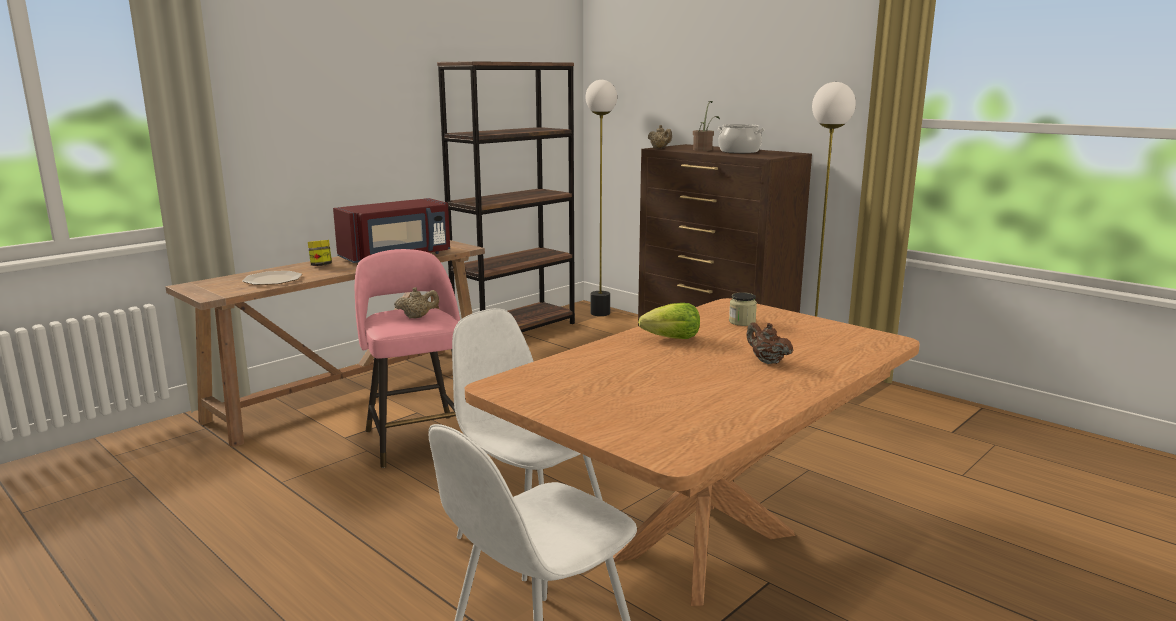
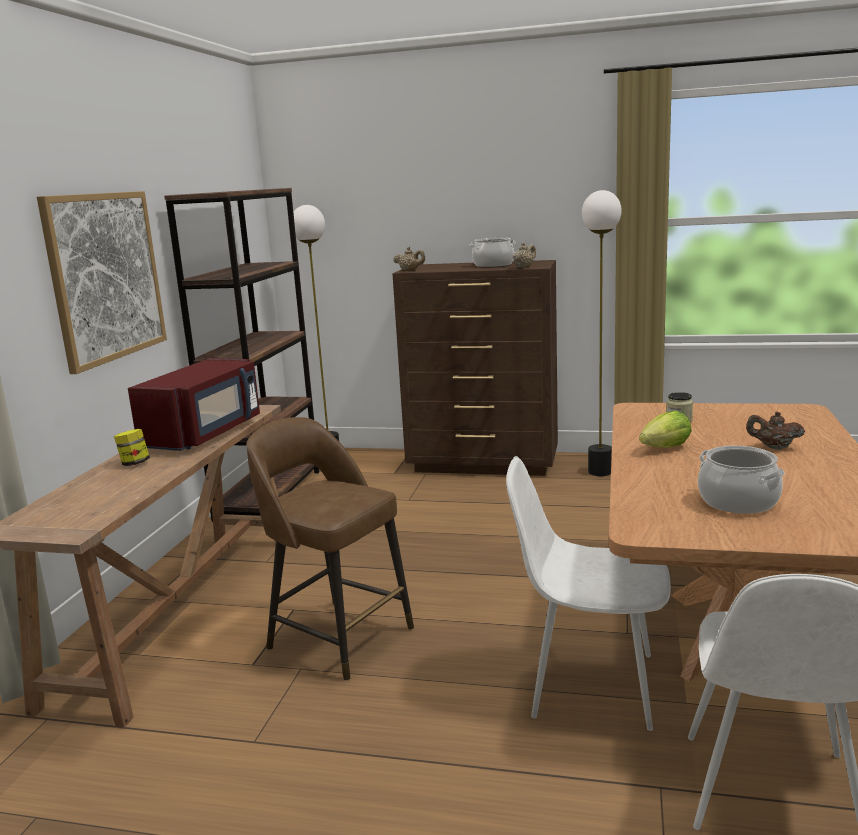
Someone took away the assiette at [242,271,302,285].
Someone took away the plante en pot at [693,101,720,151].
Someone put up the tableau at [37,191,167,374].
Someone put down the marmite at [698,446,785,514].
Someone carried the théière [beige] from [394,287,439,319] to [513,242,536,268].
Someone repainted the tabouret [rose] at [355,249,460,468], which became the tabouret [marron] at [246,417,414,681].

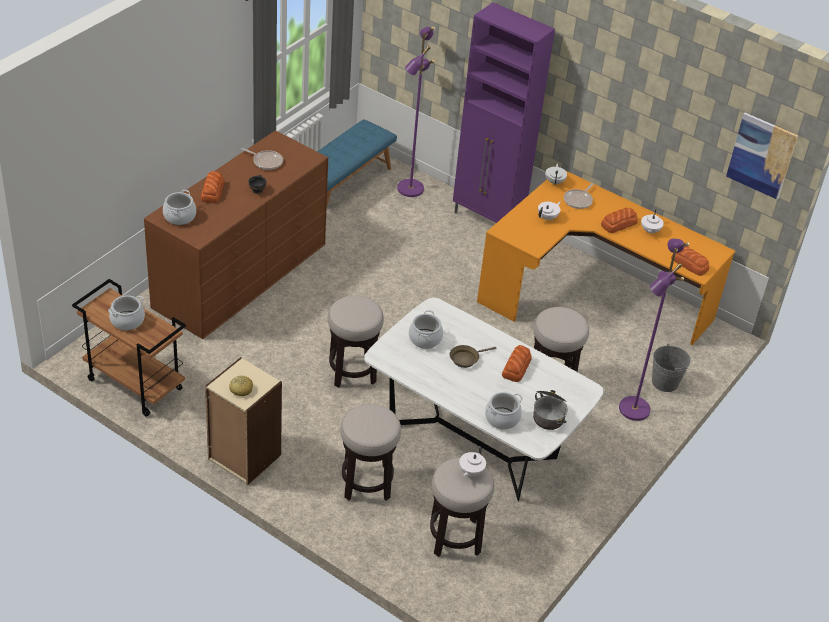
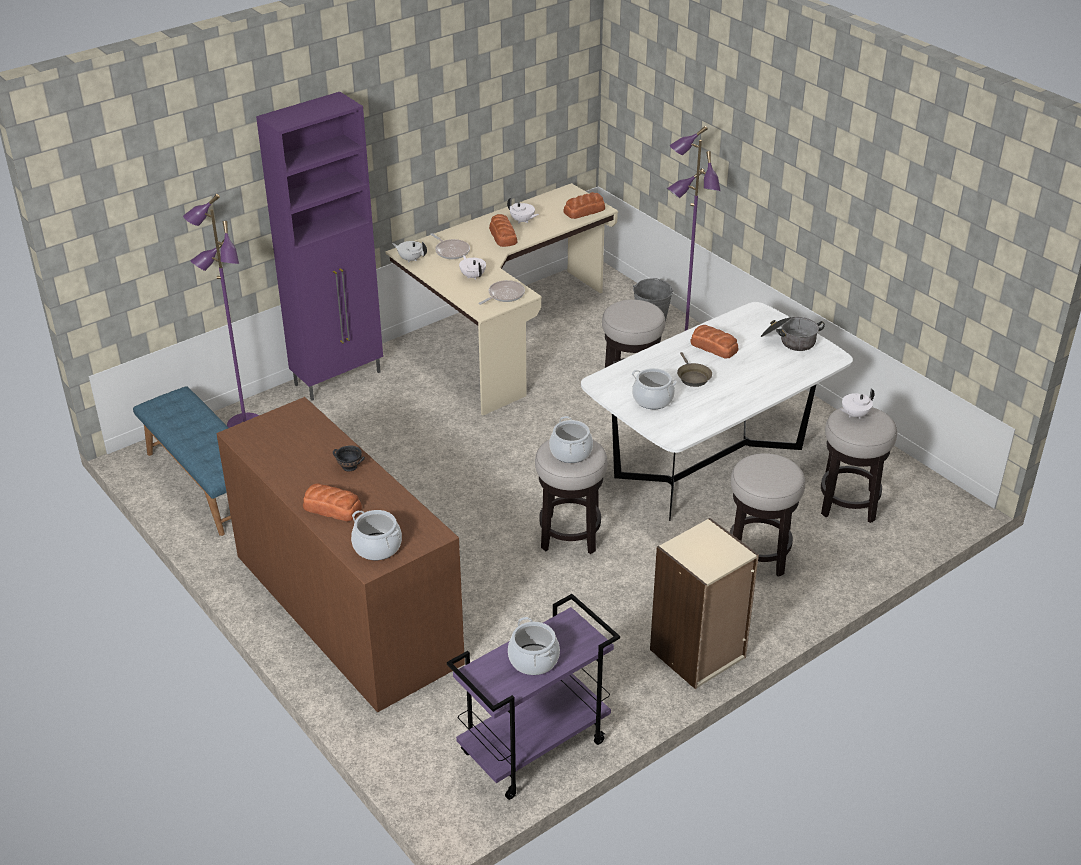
Someone took away the pain at [229,376,253,396].
Someone took away the tableau at [726,113,798,200].
Someone carried the poêle from [242,148,283,170] to [478,280,525,305].
Someone carried the marmite from [485,392,523,430] to [549,416,593,463].
Someone repainted the chariot [marron] at [72,279,186,417], which became the chariot [violet] at [447,594,620,800].
Someone repainted the bureau [orange] at [477,170,736,345], which became the bureau [beige] at [386,183,618,416].
Someone rotated the théière [blanc] at [459,446,486,476] by 105 degrees clockwise.

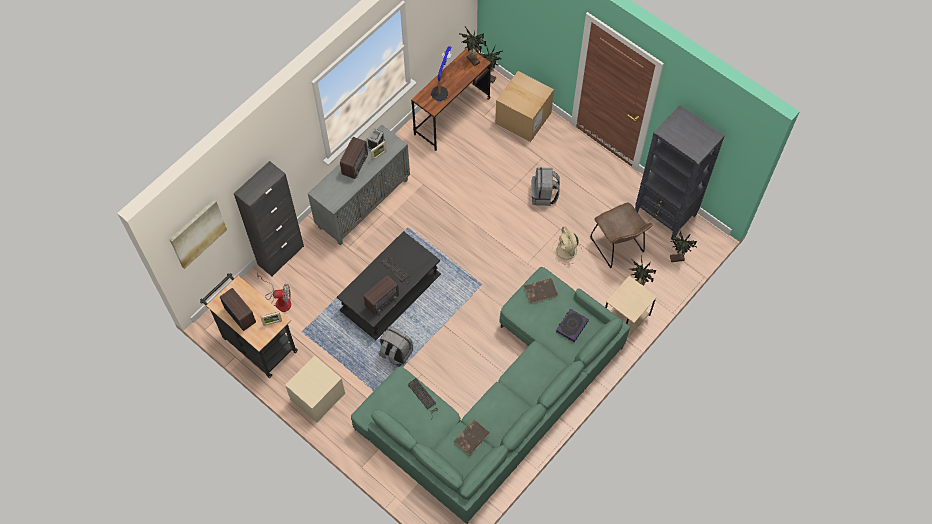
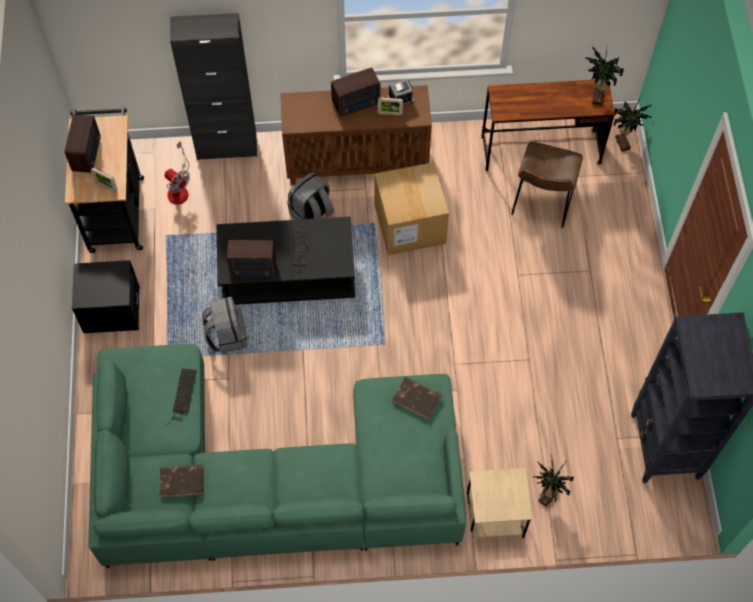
Someone took away the tableau at [169,200,227,269].
Someone took away the lampe de table at [431,46,452,101].
Someone took away the ventilateur [beige] at [552,227,583,265].
Someone took away the livre at [556,309,589,342].
Someone took away the plante en pot at [670,231,697,262].
Someone carried the carton from [495,71,554,142] to [375,162,449,255].
Someone carried the sac à dos [gris] from [532,168,560,206] to [287,172,334,220].
Someone carried the chaise [marron] from [590,202,653,268] to [511,142,583,228].
Someone repainted the table de chevet [beige] at [285,355,345,423], which became the table de chevet [noir] at [72,260,140,334].
Someone repainted the meuble de rangement [gris] at [308,125,410,245], which became the meuble de rangement [marron] at [280,85,432,185].

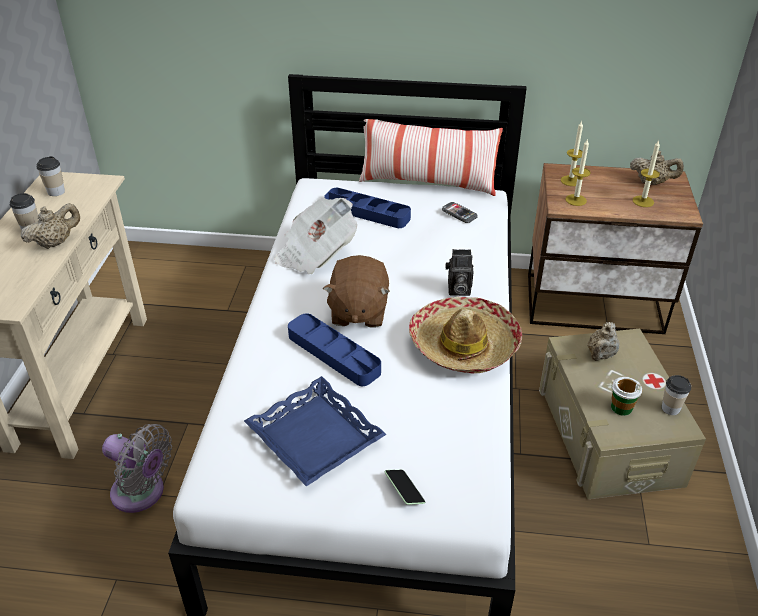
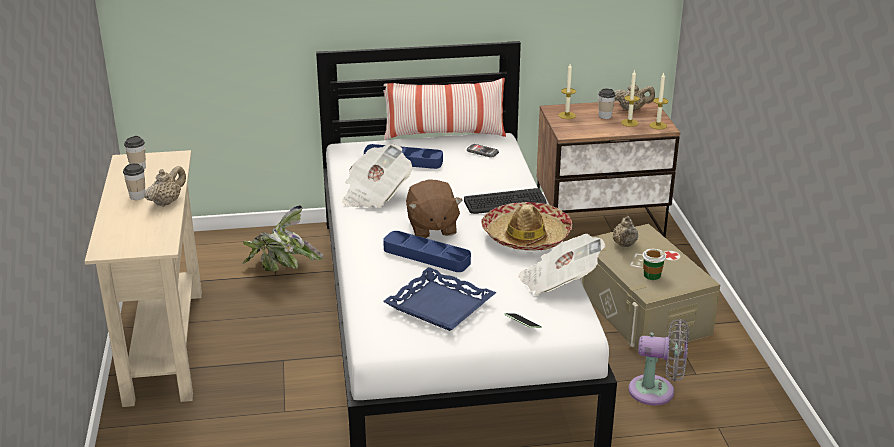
Someone put down the plante en pot at [242,205,323,272].
Someone put down the journal at [518,234,605,295].
Someone carried the ventilateur [gris] from [102,424,172,513] to [628,319,689,405].
Someone carried the bougie from [565,138,591,206] to [649,73,668,130].
Someone carried the tasse from [662,375,691,415] to [598,89,615,119].
Someone swapped the appareil photo at [445,249,474,296] for the clavier at [464,188,547,214].

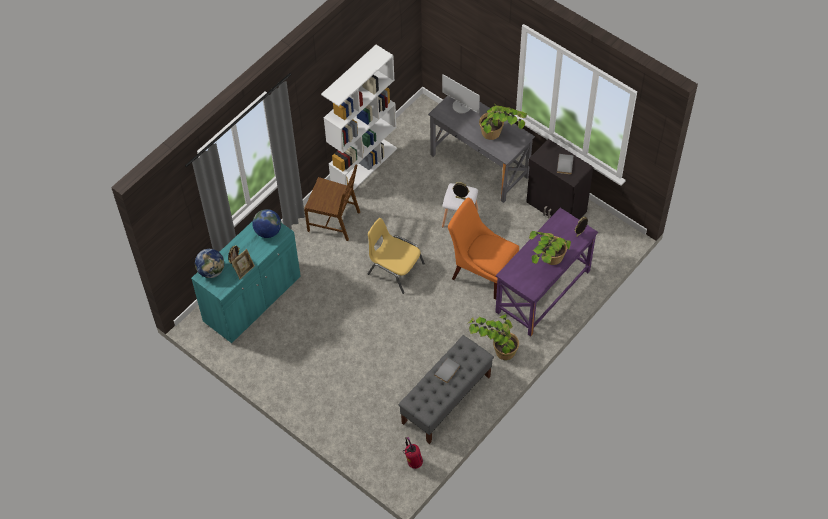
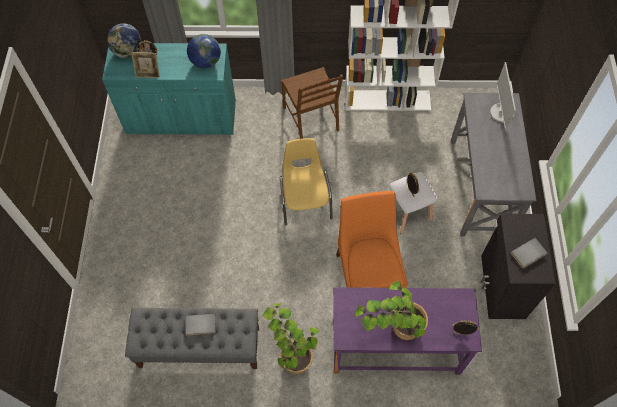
Someone took away the extincteur at [403,437,423,469].
Someone took away the plante en pot at [479,103,527,140].

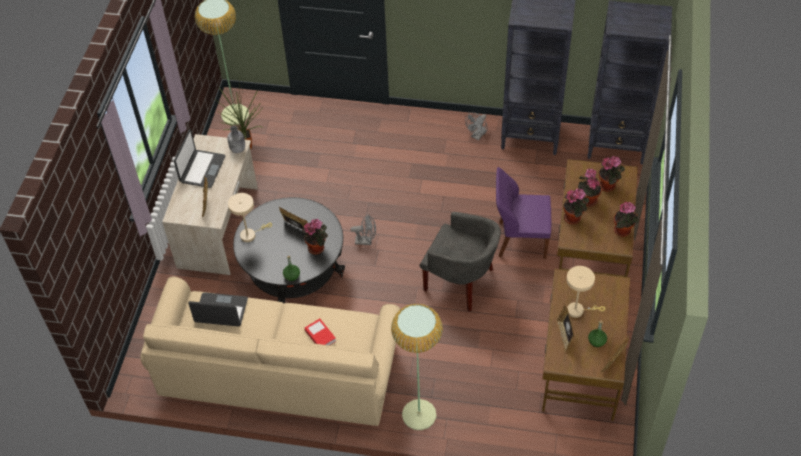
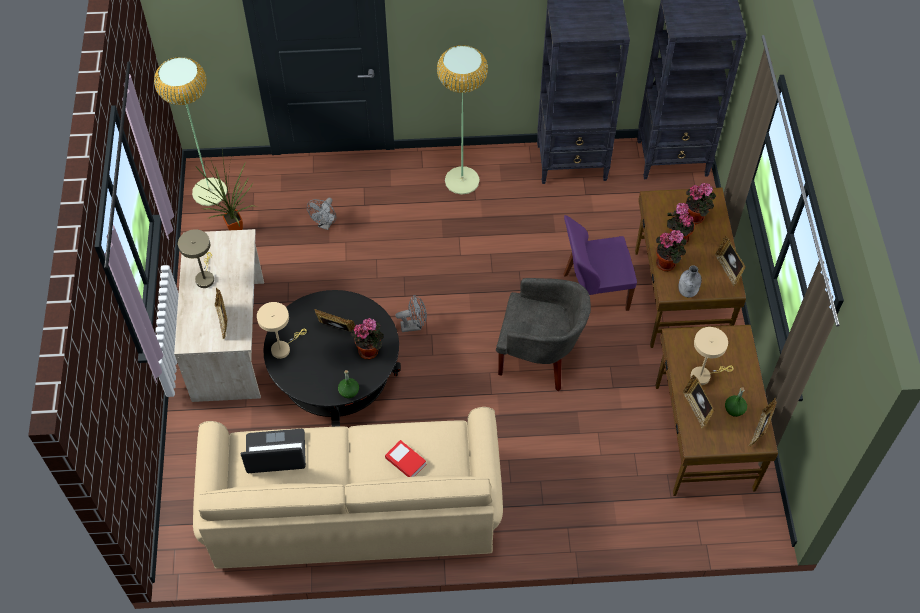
Someone carried the bouteille [gris] from [227,126,245,153] to [678,265,702,298].
Someone carried the lampadaire from [391,304,443,430] to [437,45,488,195].
Someone carried the ventilateur [gris] from [465,112,487,140] to [307,198,336,230].
Someone swapped the ordinateur portable at [174,129,225,188] for the lampe de table [beige] at [178,229,214,288].
Someone swapped the plante en pot at [614,202,639,237] for the cadre photo at [715,236,746,287].

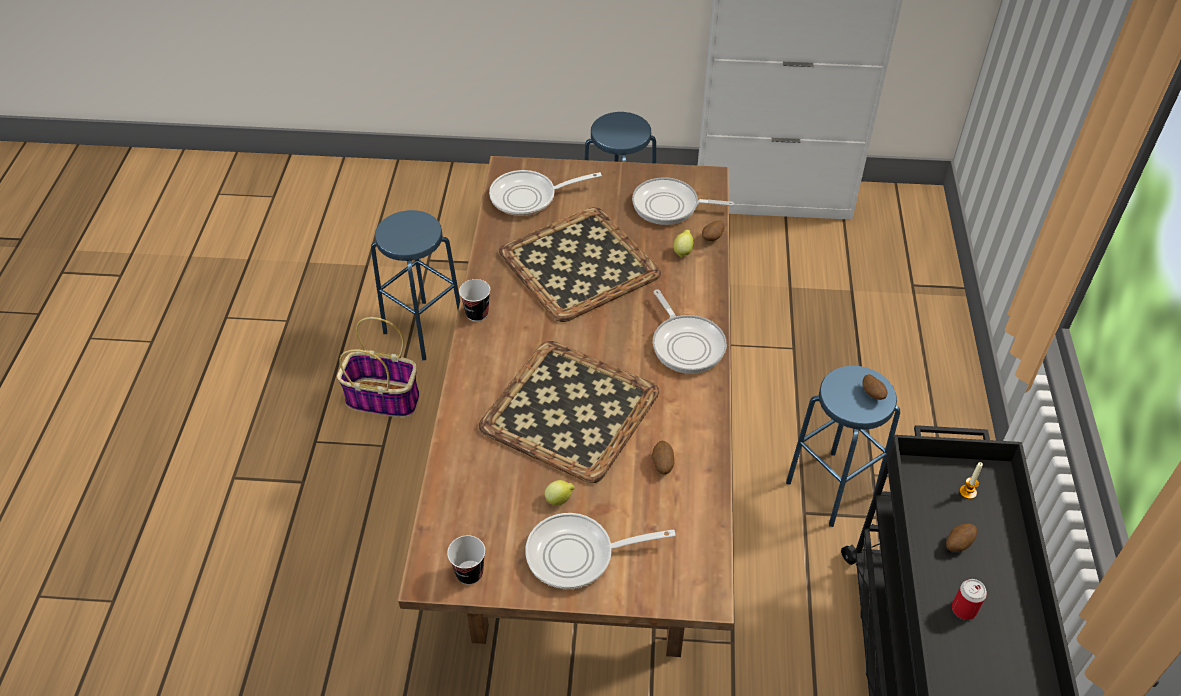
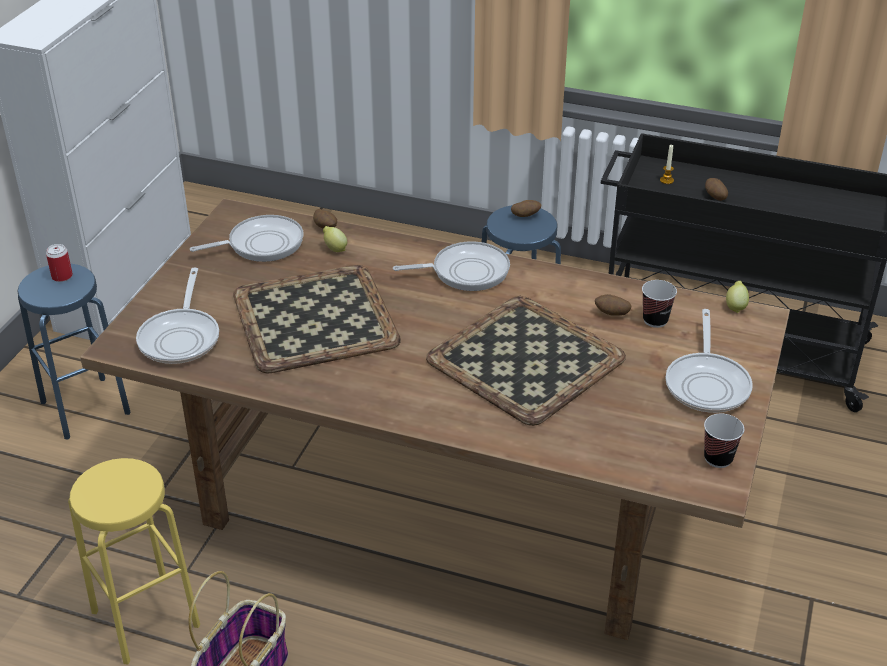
Someone carried the tasse from [459,279,490,322] to [642,280,677,328].
Someone carried the citron from [545,480,575,506] to [726,281,749,313].
Someone carried the boîte métallique from [952,579,987,620] to [46,244,73,282].
Someone repainted the tabouret [bleu] at [371,210,460,360], which became the tabouret [jaune] at [68,458,200,665].
Someone rotated the poêle at [632,177,734,225] by 135 degrees counterclockwise.

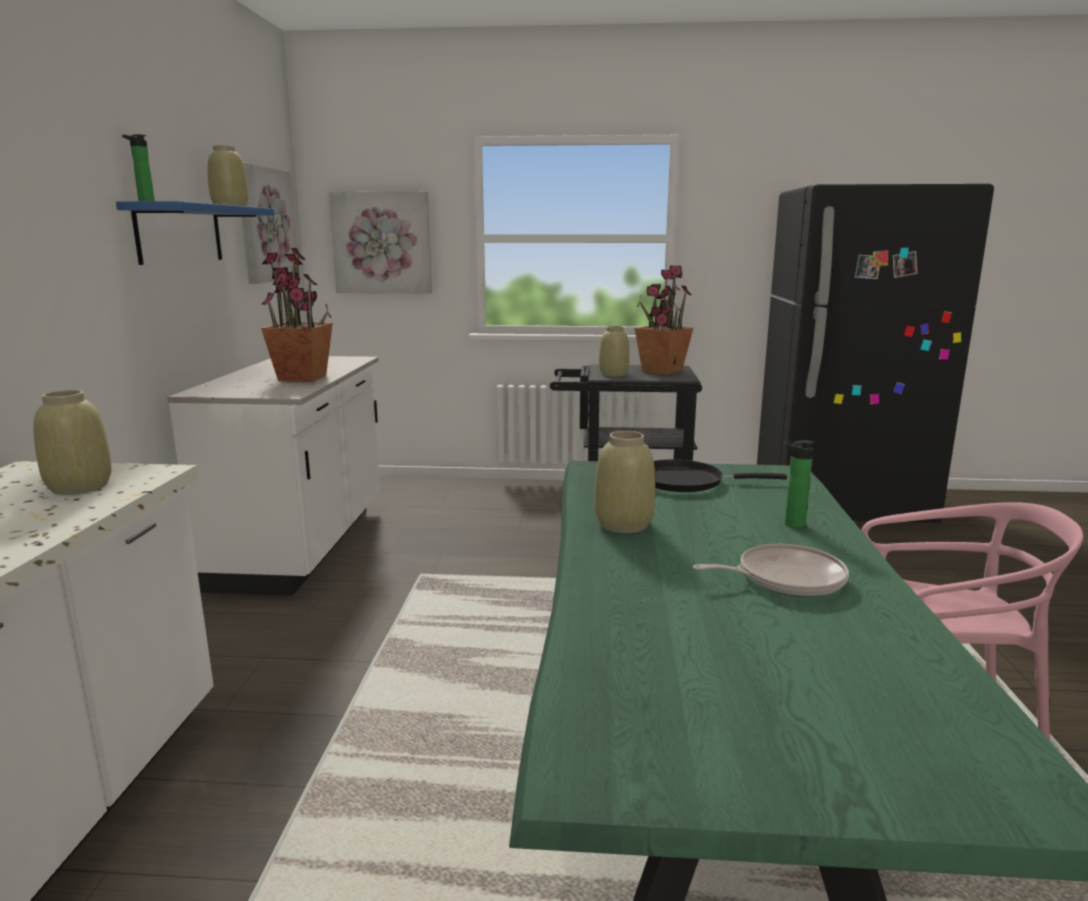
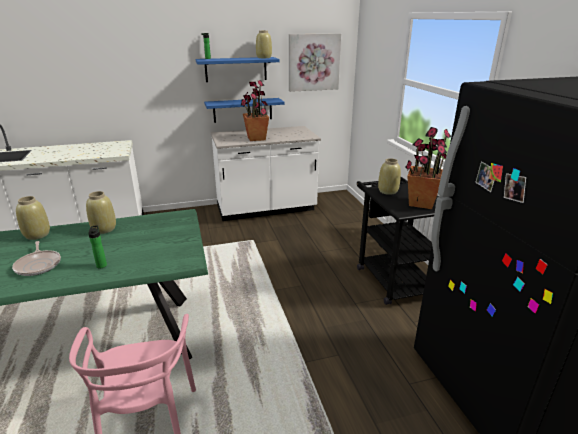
Someone took away the tableau at [329,191,432,293].
Someone took away the poêle [noir] at [654,459,787,492].
Someone put up the étagère [bleu] at [204,98,285,123].
Someone carried the vase [beige] from [33,390,112,495] to [16,196,50,240].

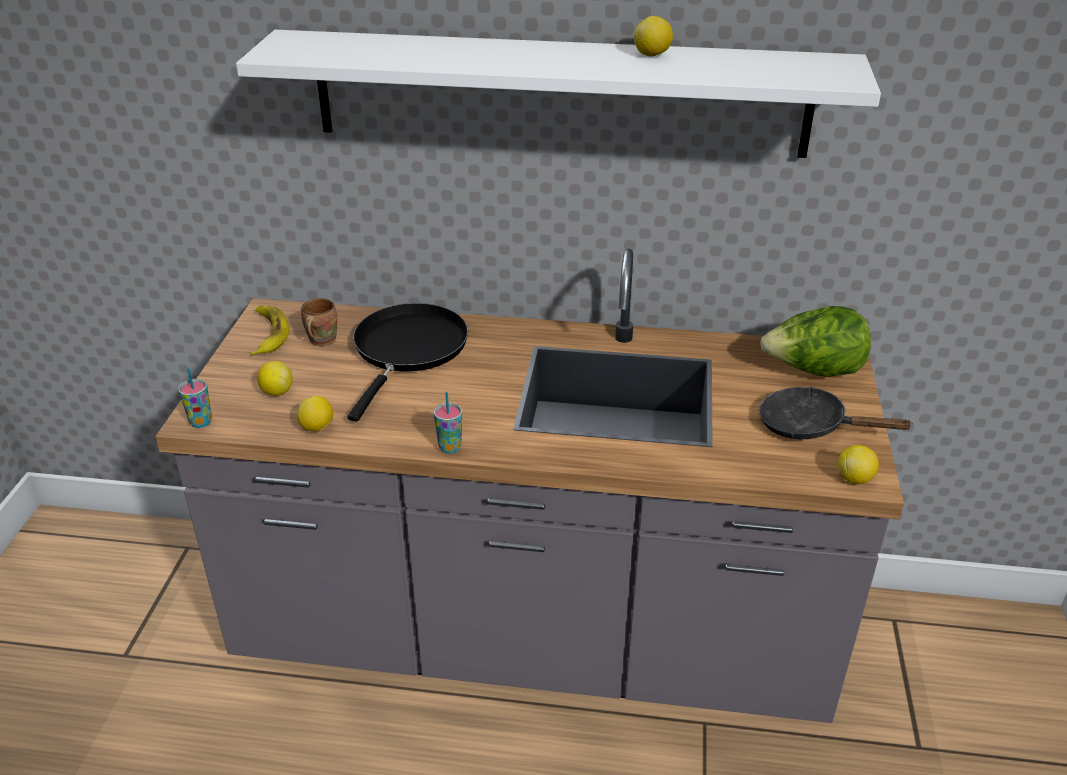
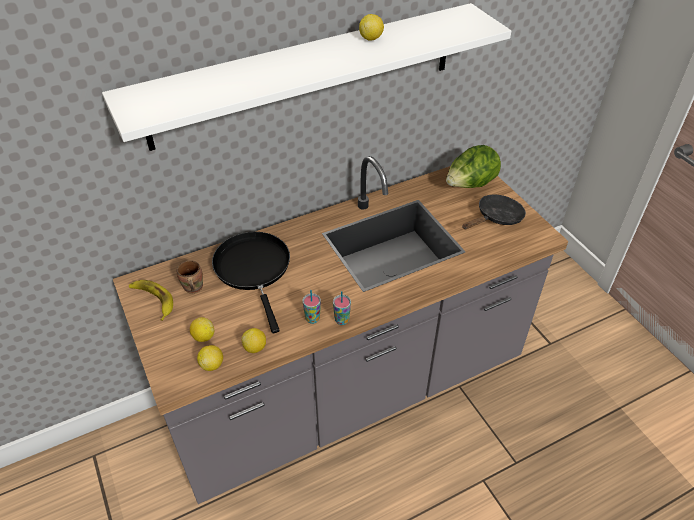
Someone carried the tasse from [178,368,212,428] to [302,290,321,324].
Someone carried the citron from [838,445,879,484] to [197,345,223,371].
Someone rotated the poêle [noir] at [759,387,913,439] by 150 degrees clockwise.

